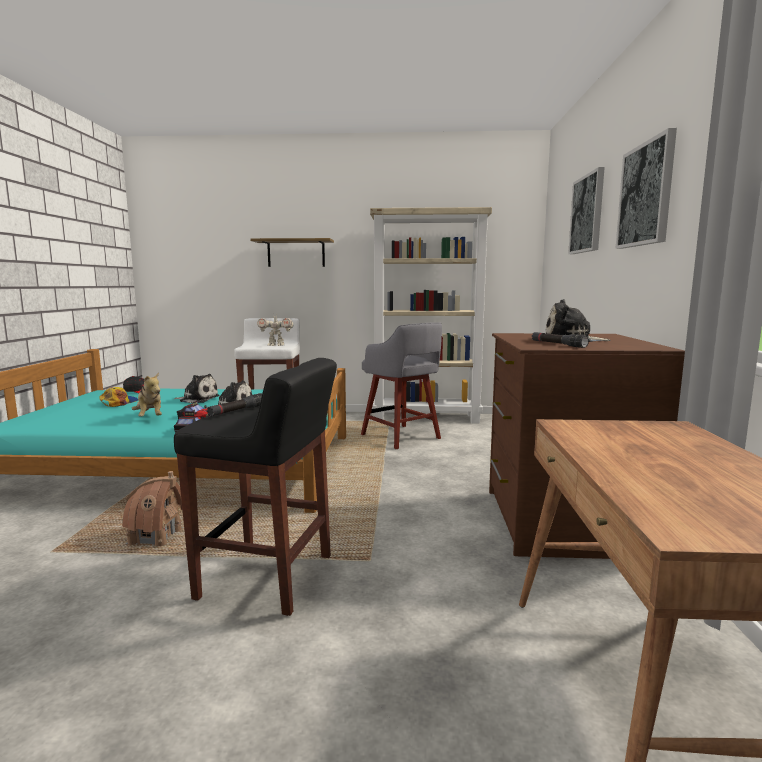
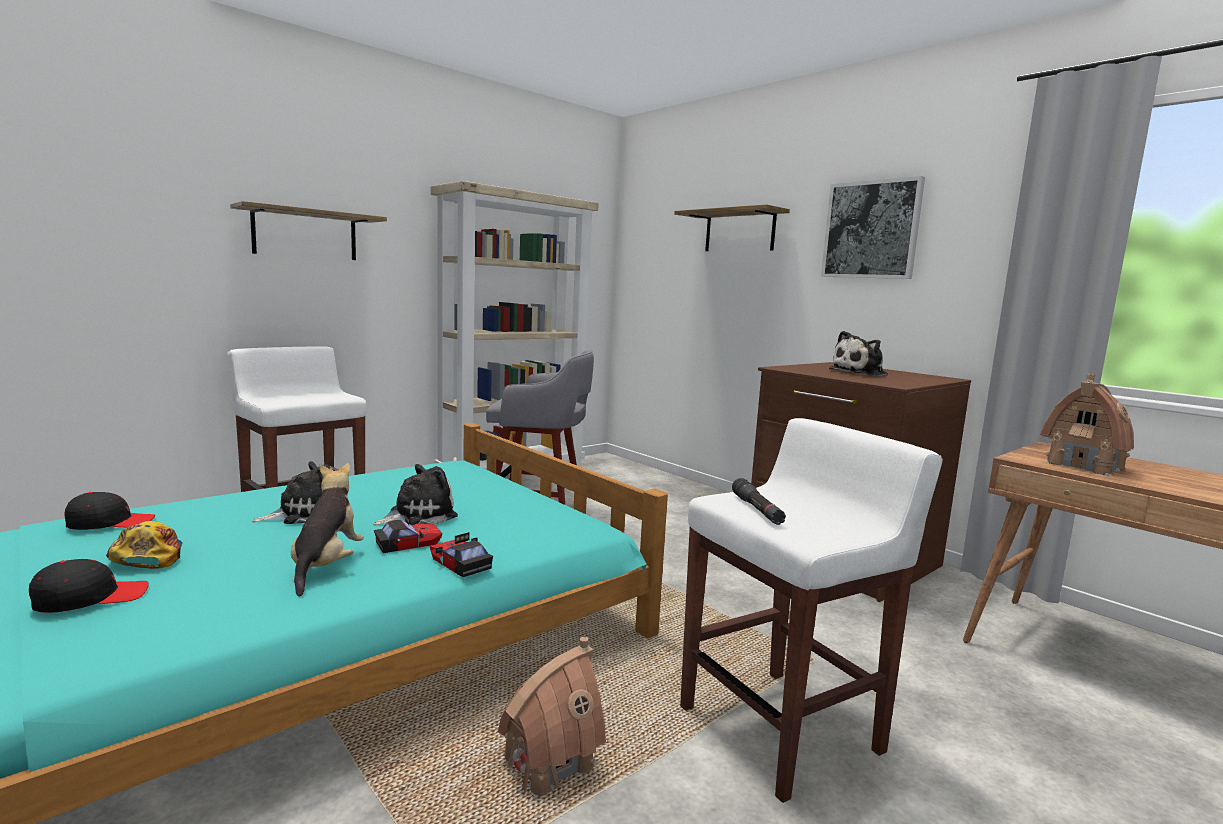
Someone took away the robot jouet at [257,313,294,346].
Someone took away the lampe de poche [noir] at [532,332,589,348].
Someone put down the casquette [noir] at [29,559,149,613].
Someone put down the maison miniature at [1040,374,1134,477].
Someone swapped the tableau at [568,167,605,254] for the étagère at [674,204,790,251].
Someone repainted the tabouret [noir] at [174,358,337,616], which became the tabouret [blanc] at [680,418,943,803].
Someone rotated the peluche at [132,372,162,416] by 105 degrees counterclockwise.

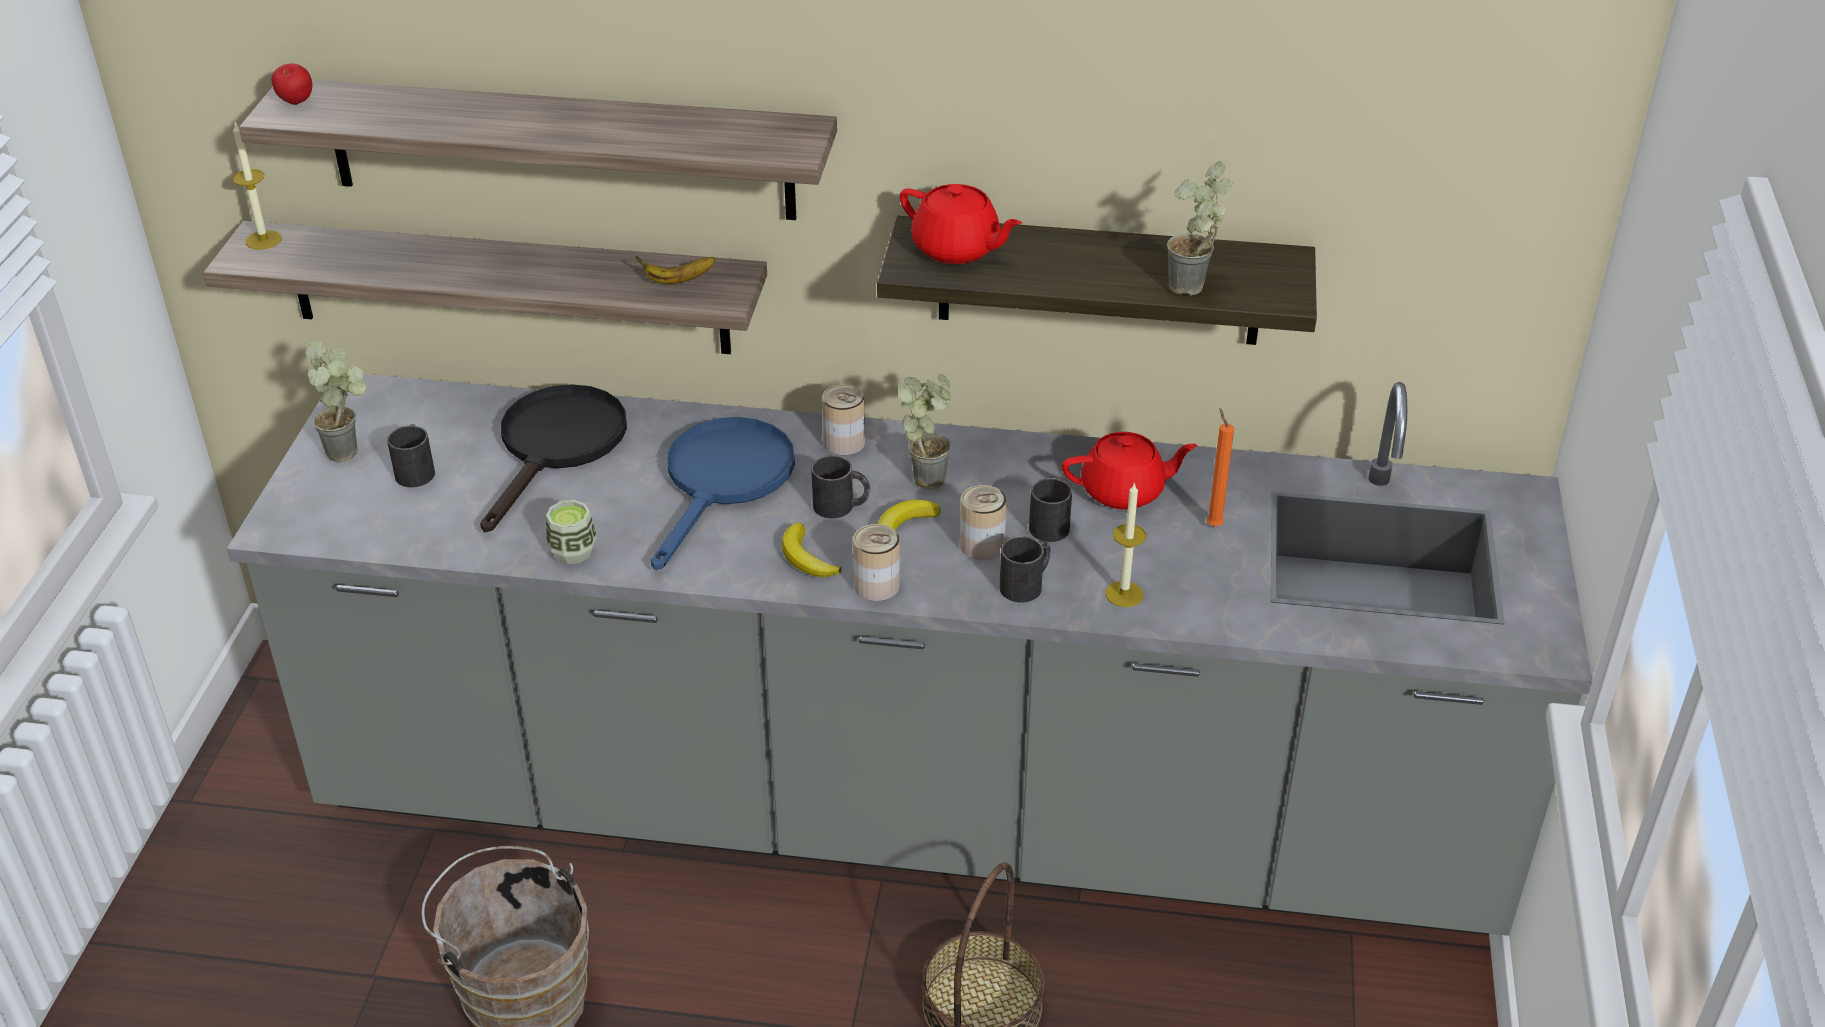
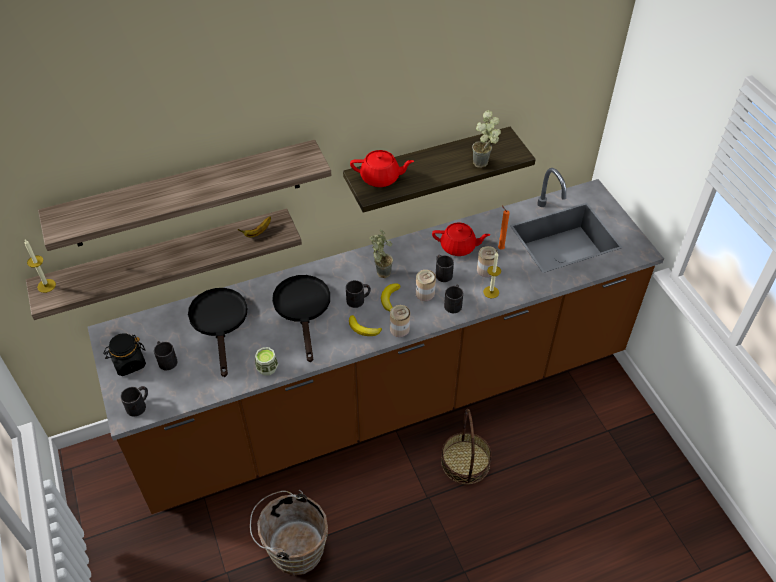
Someone took away the pomme at [271,63,312,105].
Someone put down the mug [noir] at [120,386,148,416].
Someone carried the boîte métallique from [822,384,865,455] to [477,246,498,277].
Someone swapped the plante en pot at [305,341,367,462] for the bocal [noir] at [103,333,146,376].
Someone repainted the comptoir de cuisine [gris] at [227,372,1593,936], which became the comptoir de cuisine [marron] at [87,168,664,514].
Someone repainted the poêle [bleu] at [651,417,795,570], which became the poêle [noir] at [272,275,330,362].
Someone rotated the théière [rouge] at [1062,432,1197,509] by 45 degrees clockwise.

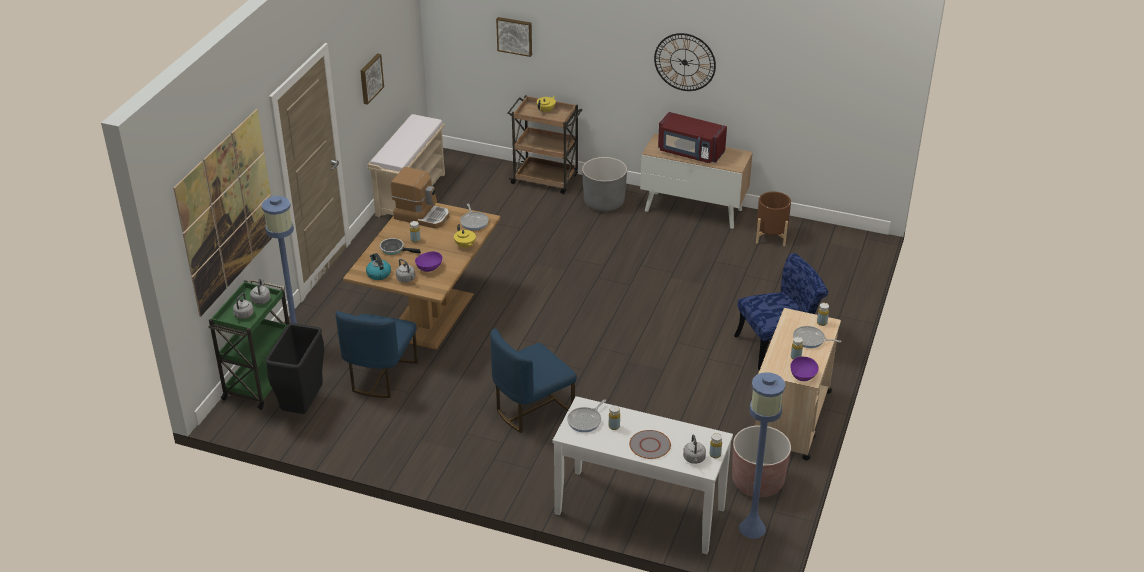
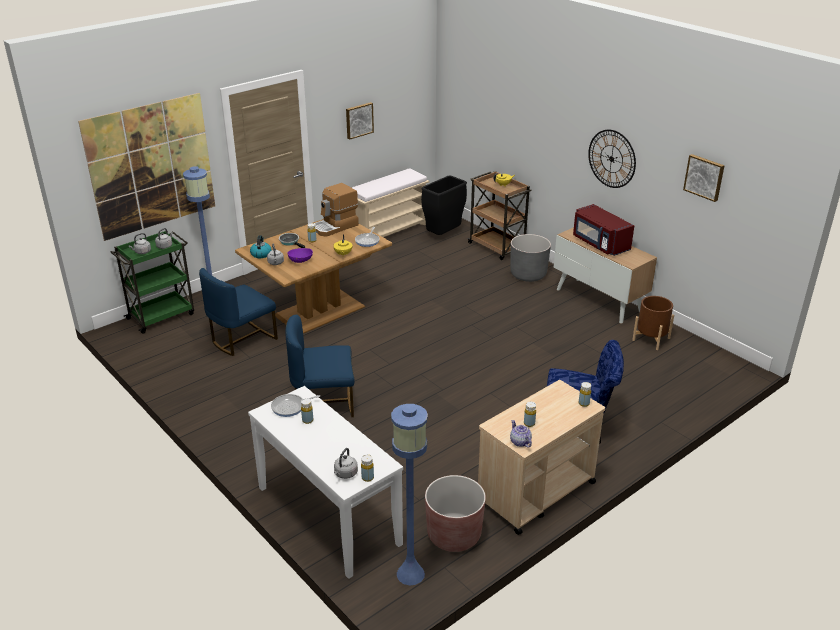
Someone took away the assiette [gris] at [629,430,671,459].
Someone took away the poêle at [793,326,841,348].
Someone carried the poubelle [noir] from [266,323,324,414] to [421,175,467,235].
Someone carried the tableau from [496,17,532,57] to [683,154,724,202].
Someone swapped the bol [violet] at [790,357,819,381] for the théière at [510,420,532,448].
Someone rotated the machine à café at [391,167,449,229] by 90 degrees clockwise.

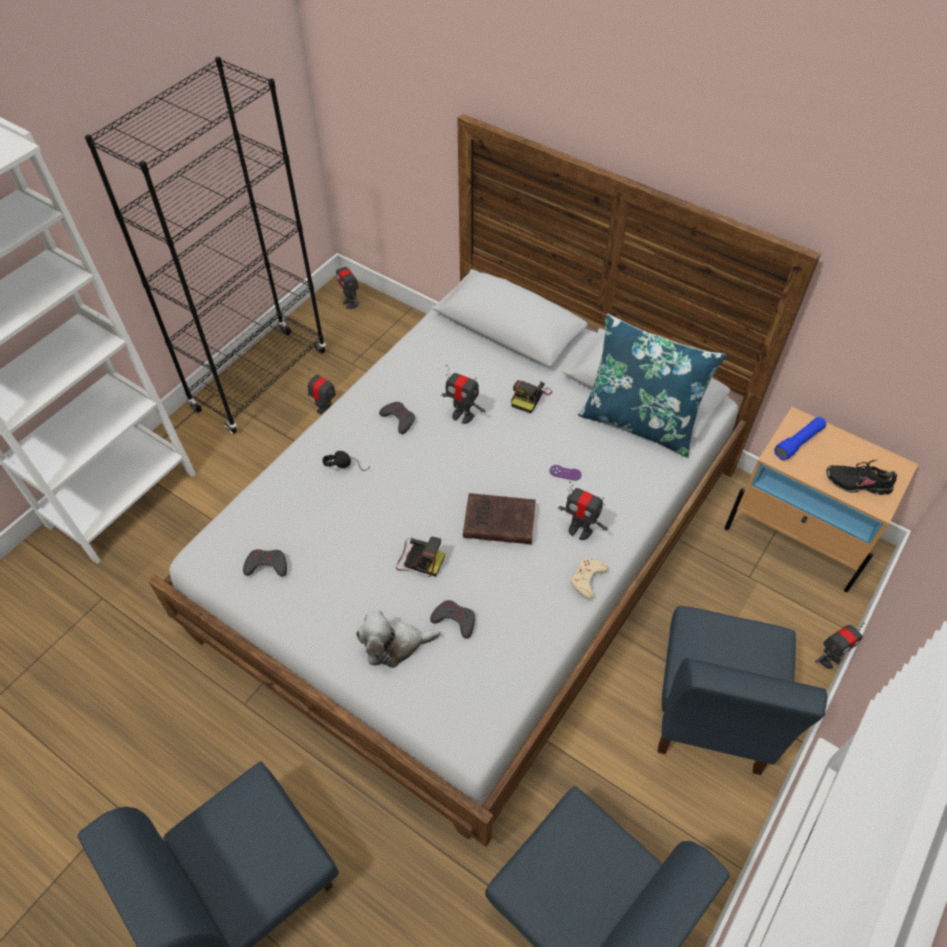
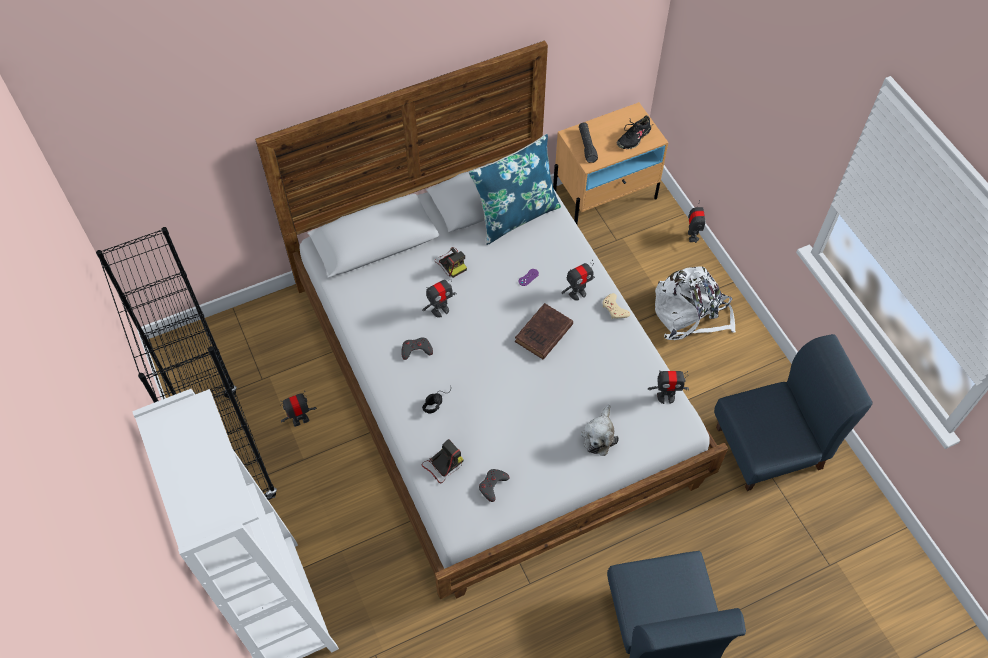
Someone took away the manette [gris] at [430,600,475,639].
Someone carried the robot jouet from [336,257,359,309] to [648,370,689,404].
Someone carried the appareil photo from [396,536,445,577] to [422,439,464,483].
Someone swapped the chaise [bleu] at [658,606,827,775] for the sac à dos [blanc] at [655,266,736,340].
Someone repainted the lampe de poche [bleu] at [774,417,826,460], which became the lampe de poche [noir] at [579,122,598,163].

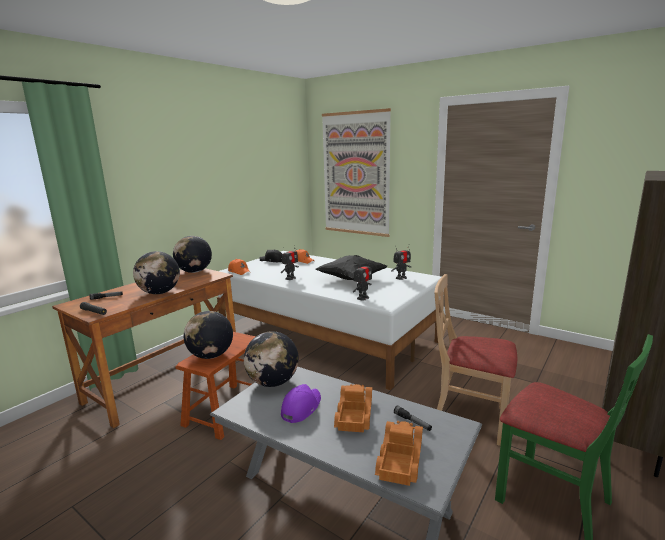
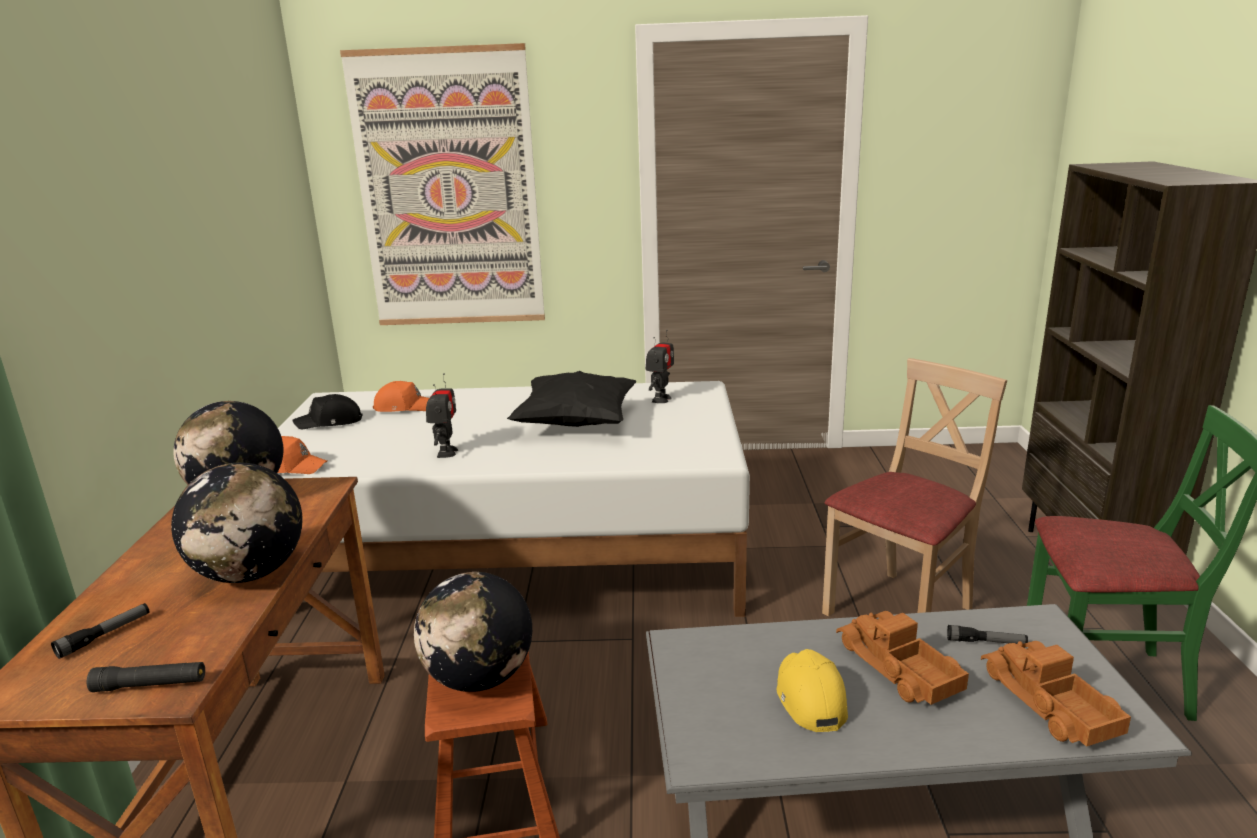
Someone took away the globe at [244,331,299,387].
Someone took away the robot jouet at [353,262,372,300].
Someone repainted the casquette [violet] at [281,384,321,423], which became the casquette [jaune] at [777,649,848,732].
Someone rotated the chaise [beige] at [435,274,517,446] by 150 degrees clockwise.

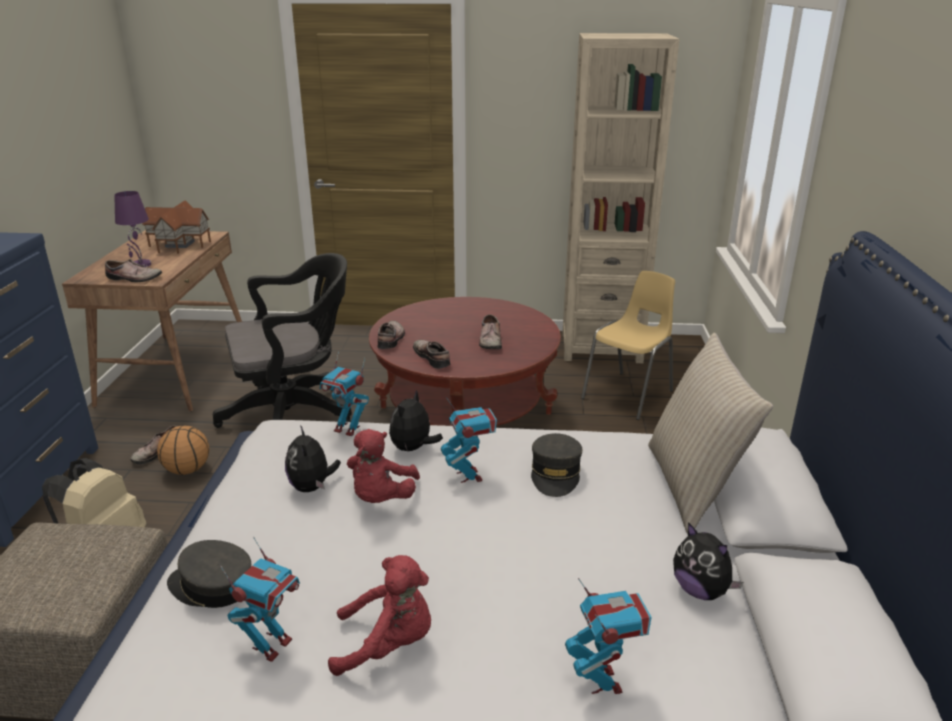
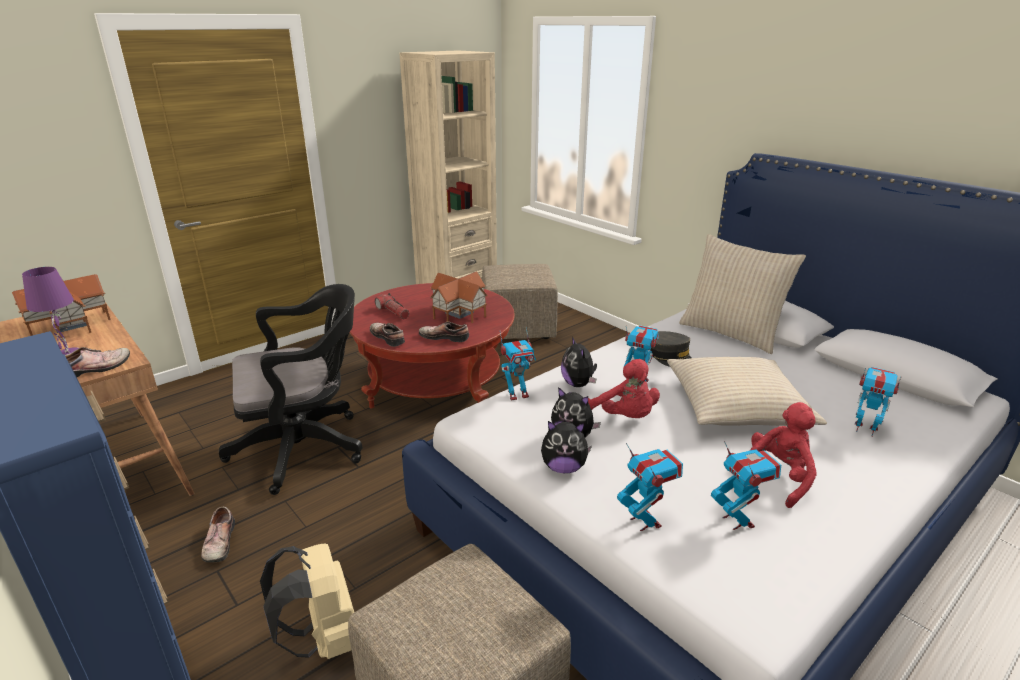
Someone took away the ballon de basket at [157,426,209,475].
Someone put down the lampe de poche at [375,293,410,319].
Someone put down the coussin [beige] at [667,357,827,426].
Someone carried the peluche from [673,522,743,600] to [541,421,592,473].
Someone swapped the casquette [gris] at [167,540,251,608] for the robot jouet at [617,443,683,531].
Someone swapped the chaussure at [479,314,502,349] for the maison miniature at [430,271,488,323].
Someone swapped the chaise [jaune] at [581,271,675,420] for the pouf [beige] at [482,264,558,339].
Someone rotated the chaise de bureau [noir] at [213,253,352,428] by 45 degrees clockwise.

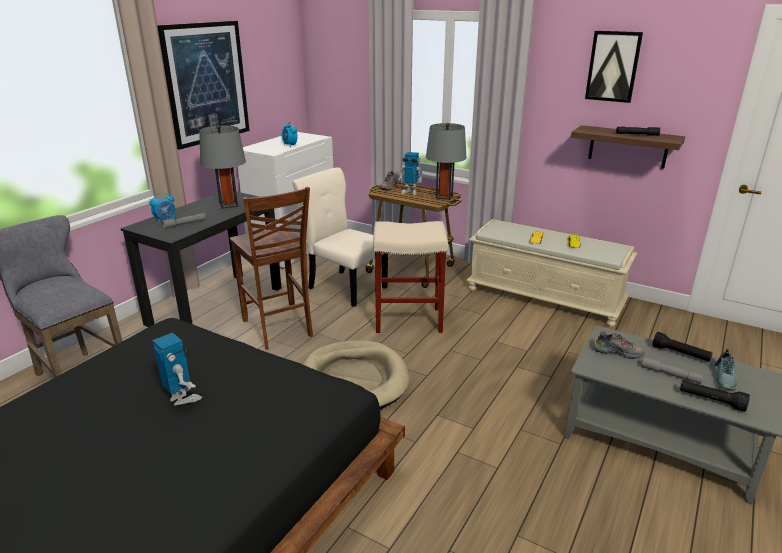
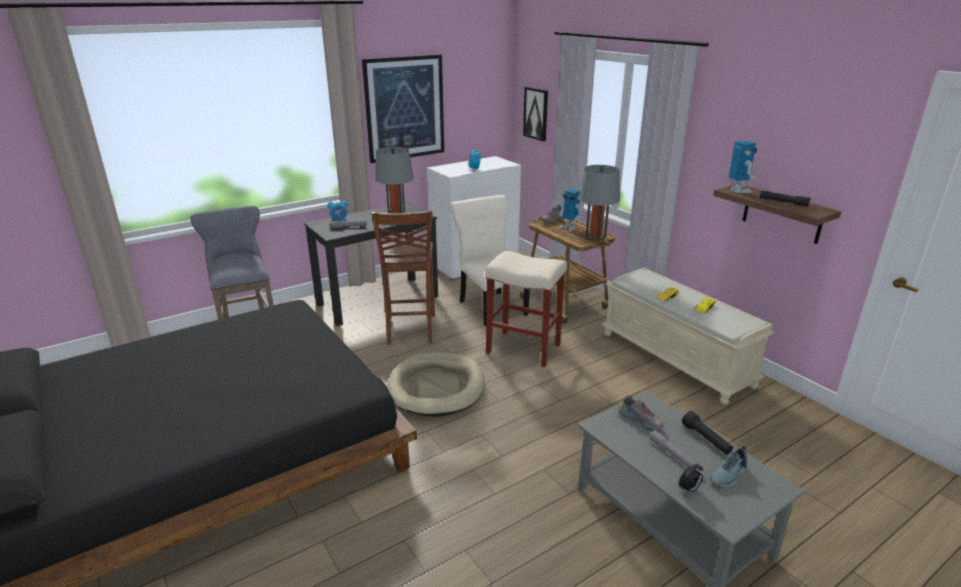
Someone carried the robot jouet from [152,333,202,406] to [728,141,758,193].
Someone carried the tableau from [585,31,643,103] to [523,87,548,141].
Someone swapped the lampe de poche [noir] at [680,380,750,412] for the réveil at [679,463,703,494].

